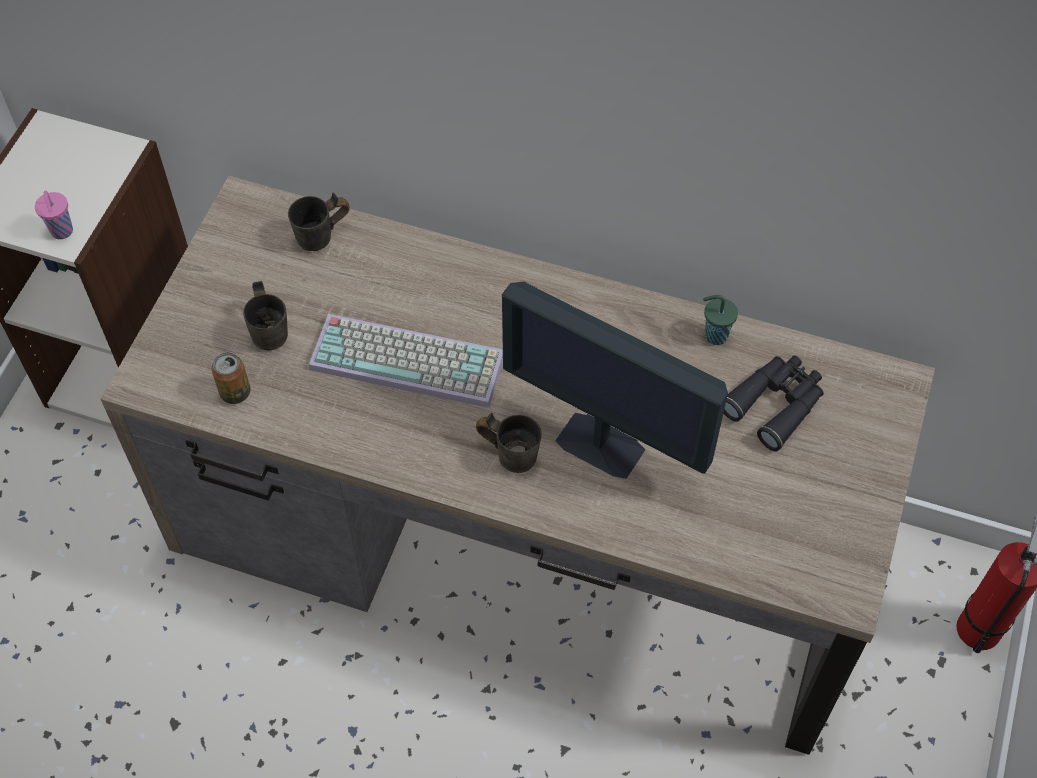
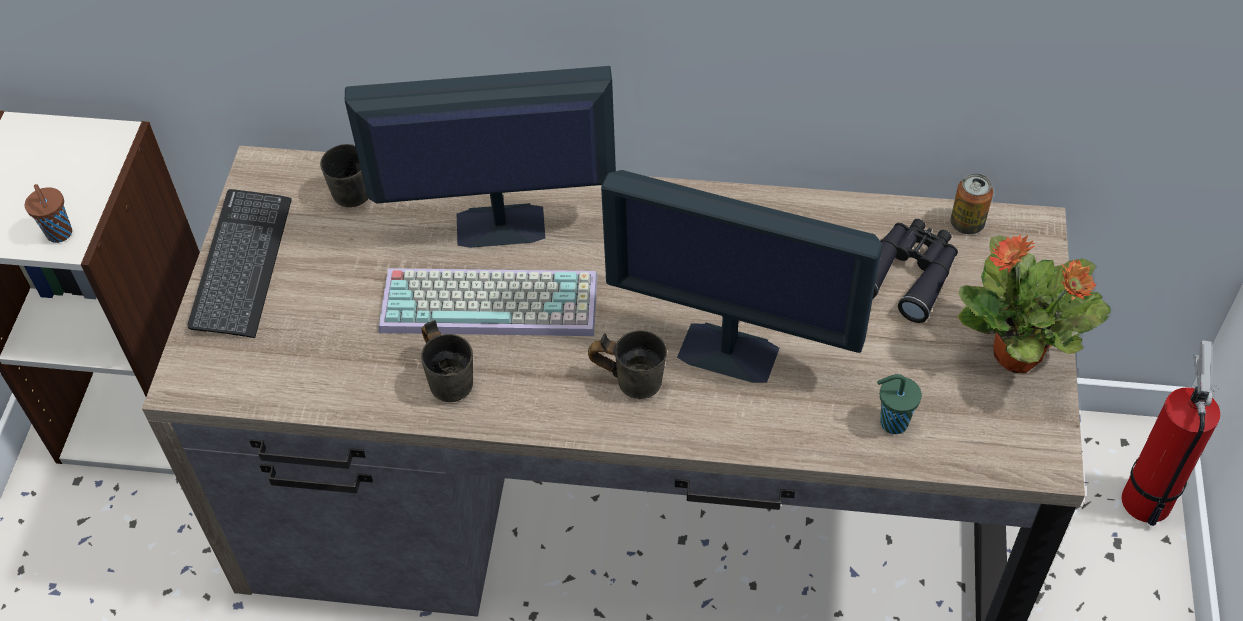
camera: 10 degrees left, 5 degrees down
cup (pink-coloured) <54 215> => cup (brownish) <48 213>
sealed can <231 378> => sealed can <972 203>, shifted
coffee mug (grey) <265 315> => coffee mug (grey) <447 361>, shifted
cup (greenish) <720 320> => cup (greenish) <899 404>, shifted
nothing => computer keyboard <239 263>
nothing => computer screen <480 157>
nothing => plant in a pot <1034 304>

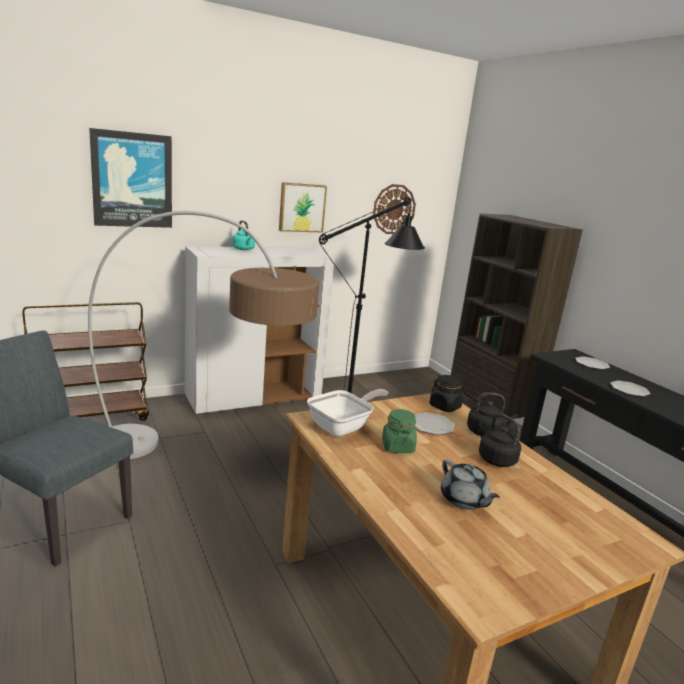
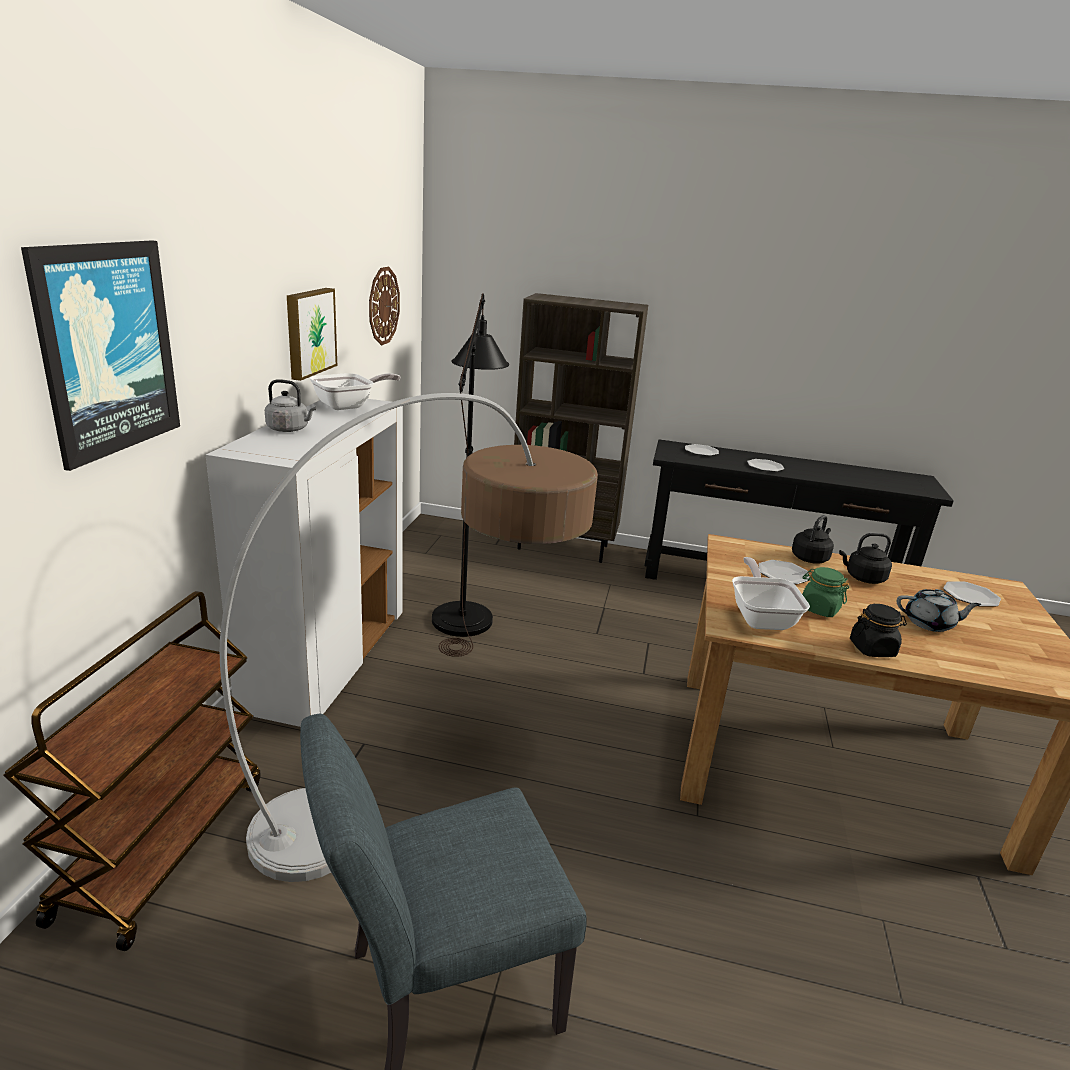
camera: 50 degrees left, 5 degrees up
water kettle (blue-green) <243 235> => water kettle (grey) <291 405>
preserve jar (blackish) <447 393> => preserve jar (blackish) <878 630>, shifted
nothing => skillet <355 391>
nothing => flat dish <972 594>

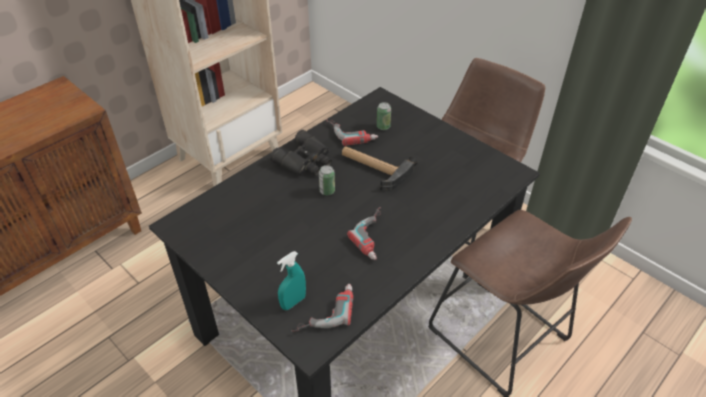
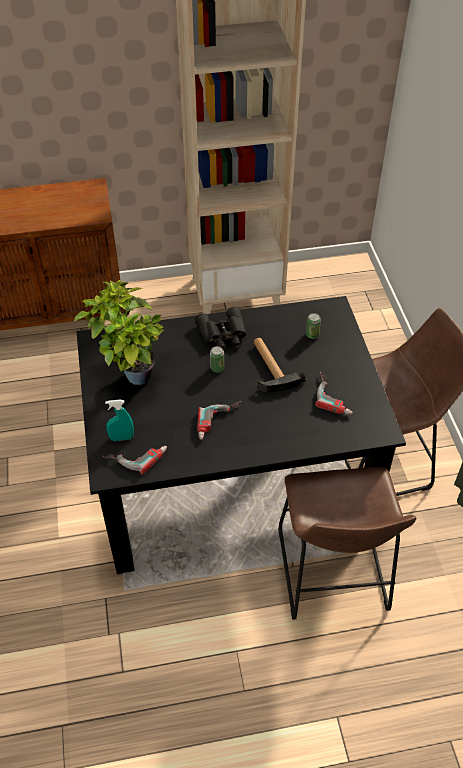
camera: 35 degrees right, 5 degrees up
drill <352 132> => drill <334 393>, shifted
nothing => plant in a pot <119 332>

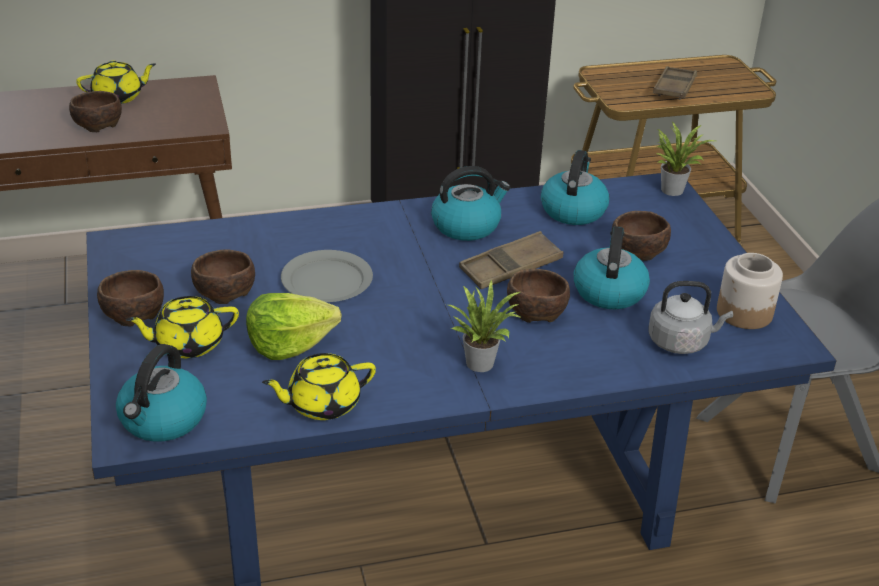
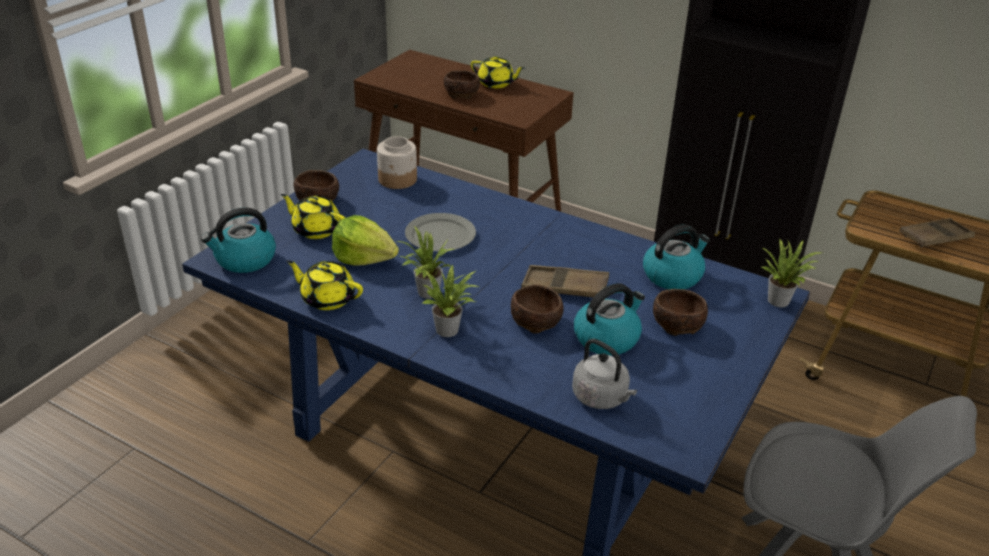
camera: 45 degrees right, 0 degrees up
bowl (brownish) <223 276> => nothing
water kettle <471 203> => nothing
preserve jar <750 291> => preserve jar <397 162>, shifted
nothing => plant in a pot <425 262>

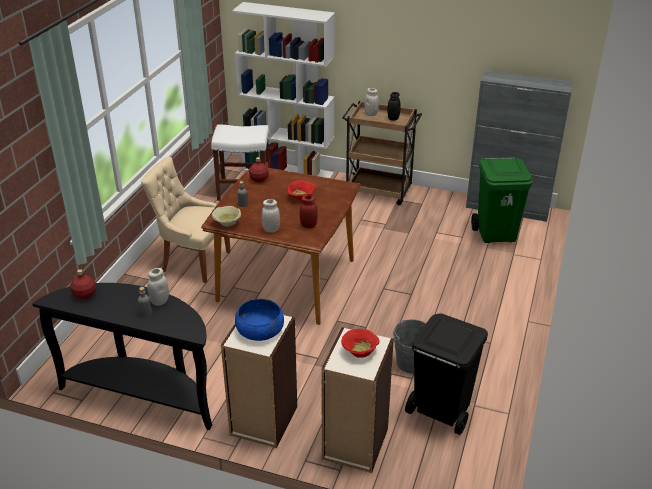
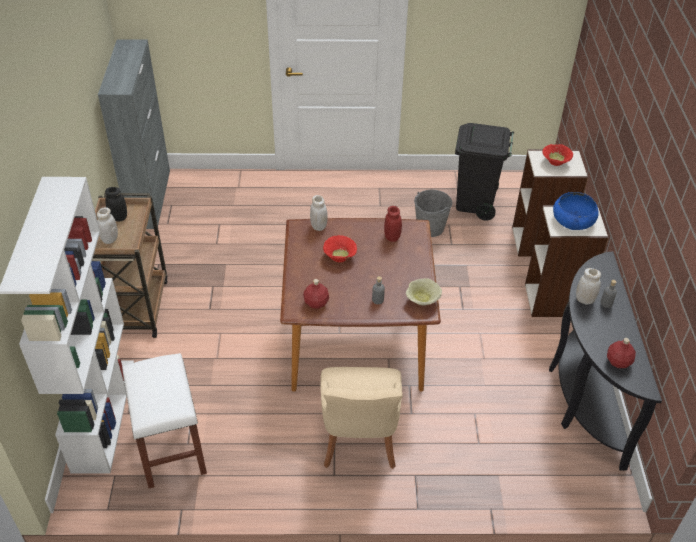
camera: 110 degrees left, 10 degrees up
preserve jar (whitish) <271 216> => preserve jar (whitish) <319 213>, shifted
rubbish bin (greenish) <501 200> => nothing

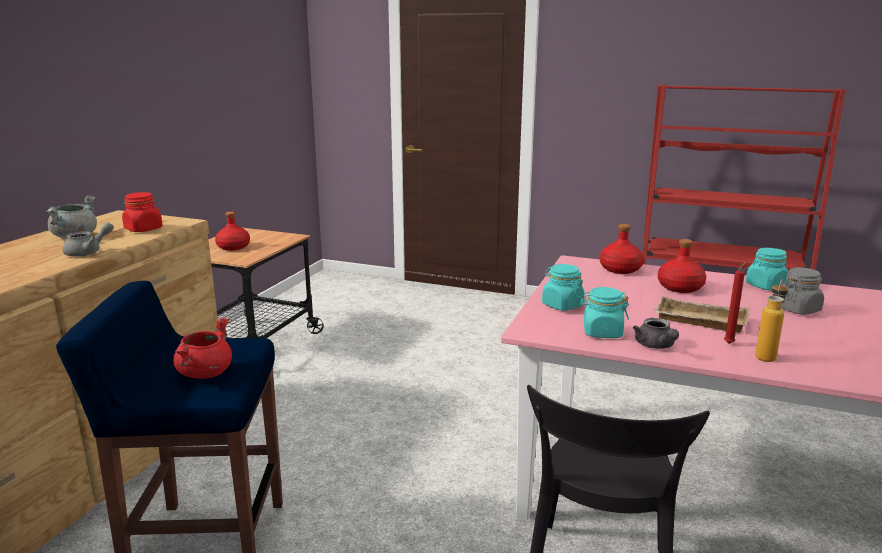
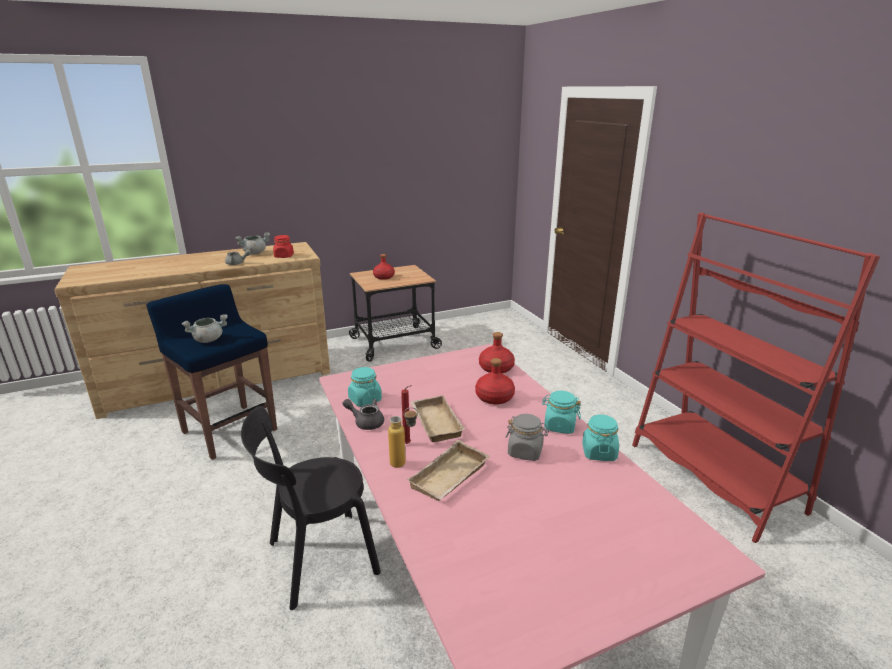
camera: 45 degrees right, 5 degrees up
cooking pot (reddish) <203 348> => cooking pot (grey) <205 328>
preserve jar (blue-green) <563 287> => preserve jar (blue-green) <600 437>, shifted
pot for tea (grey) <656 333> => pot for tea (grey) <363 414>, 75 degrees clockwise
nothing => serving tray (sand-coloured) <448 470>

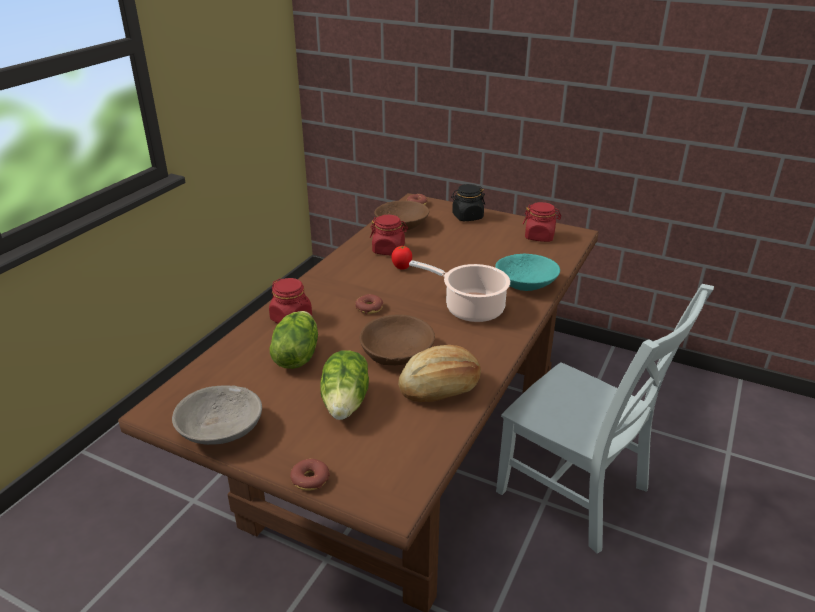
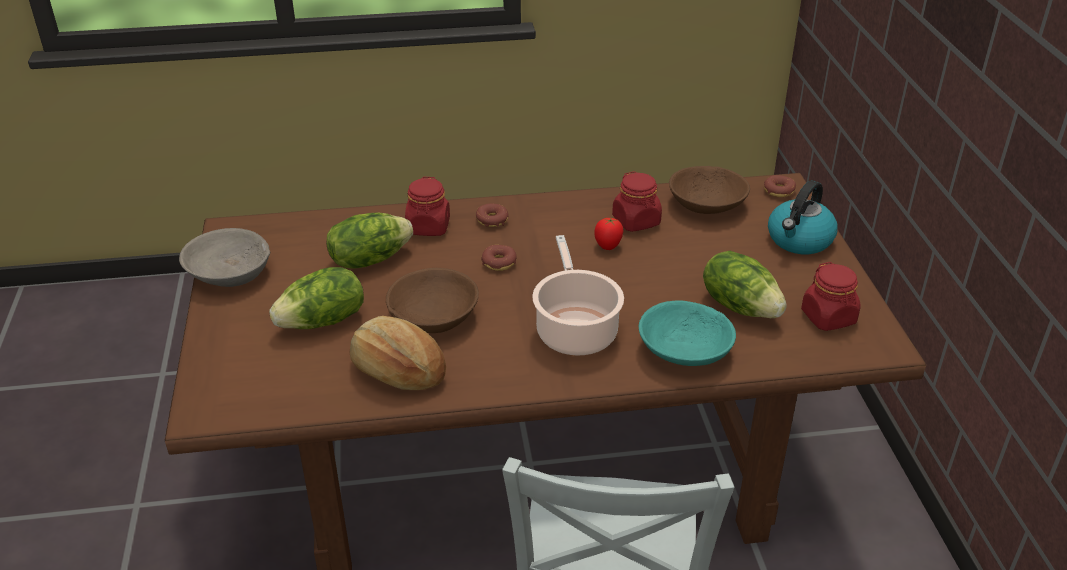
camera: 55 degrees right, 5 degrees up
ring doughnut <310 475> => ring doughnut <492 215>, shifted
preserve jar (blackish) <468 202> => water kettle <803 217>
nothing => lettuce head <745 284>

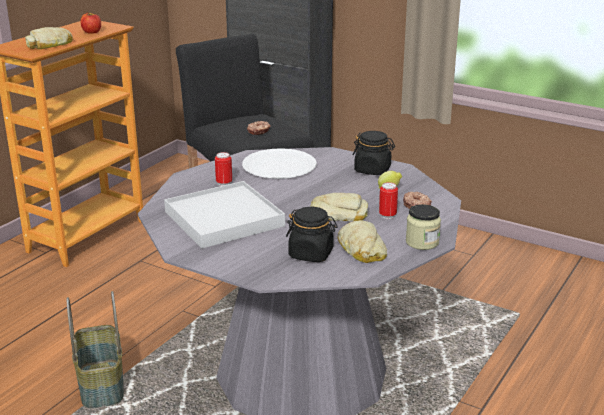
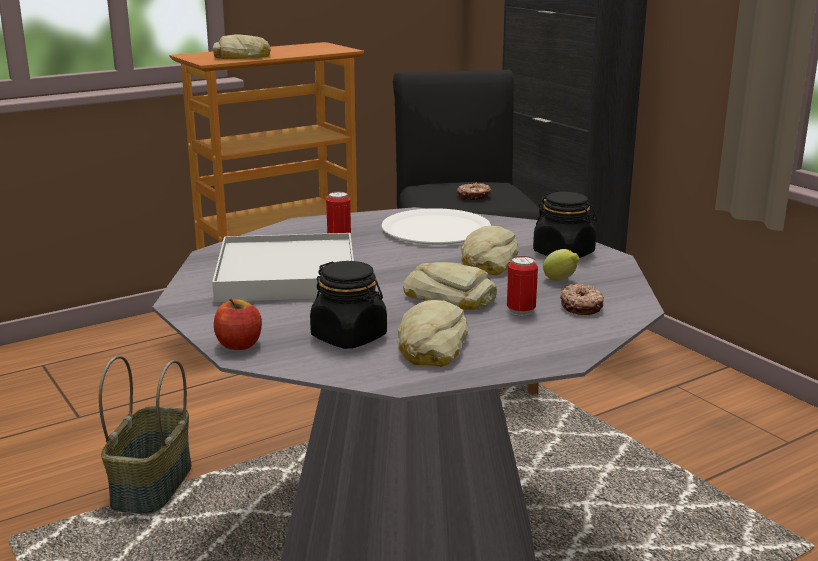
camera: 25 degrees right, 5 degrees down
apple <90 23> => apple <238 324>, shifted
preserve jar <423 227> => nothing
nothing => baked bread <490 250>

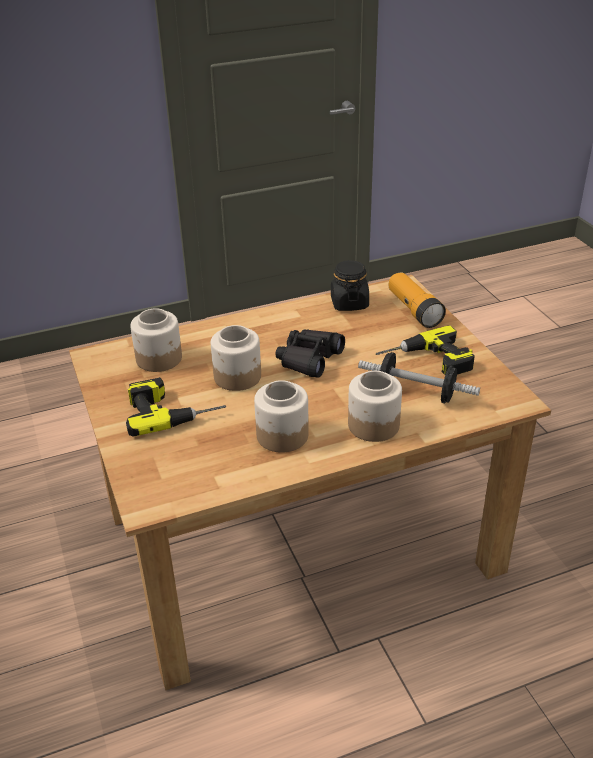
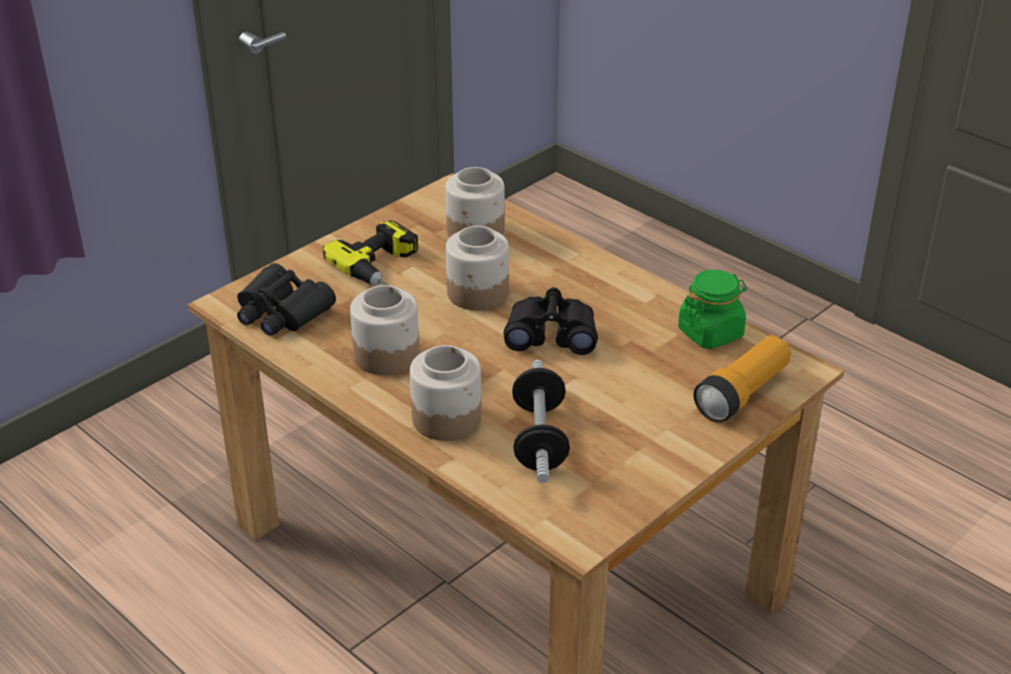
camera: 65 degrees right, 0 degrees up
preserve jar (blackish) <350 285> => preserve jar (greenish) <712 309>
drill <425 350> => nothing
nothing => field glasses (blackish) <286 299>

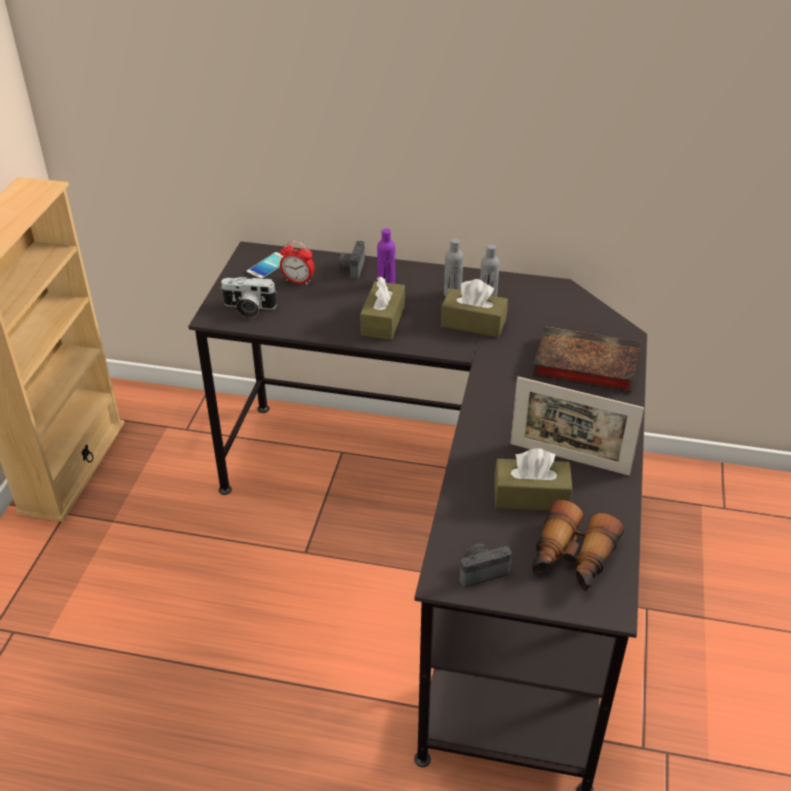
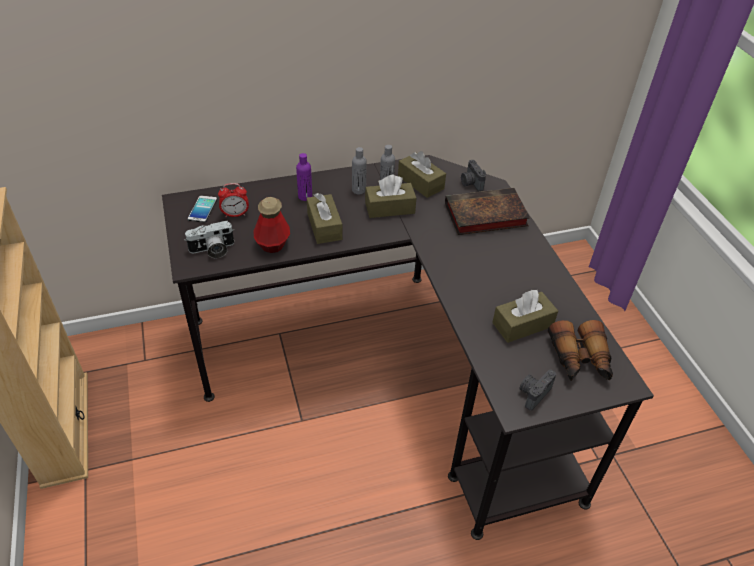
camera: 30 degrees left, 5 degrees up
still camera <352 260> => still camera <473 175>, shifted
standing frame <577 426> => nothing
nothing => bottle <272 225>
nothing => tissue box (brownish) <422 174>

